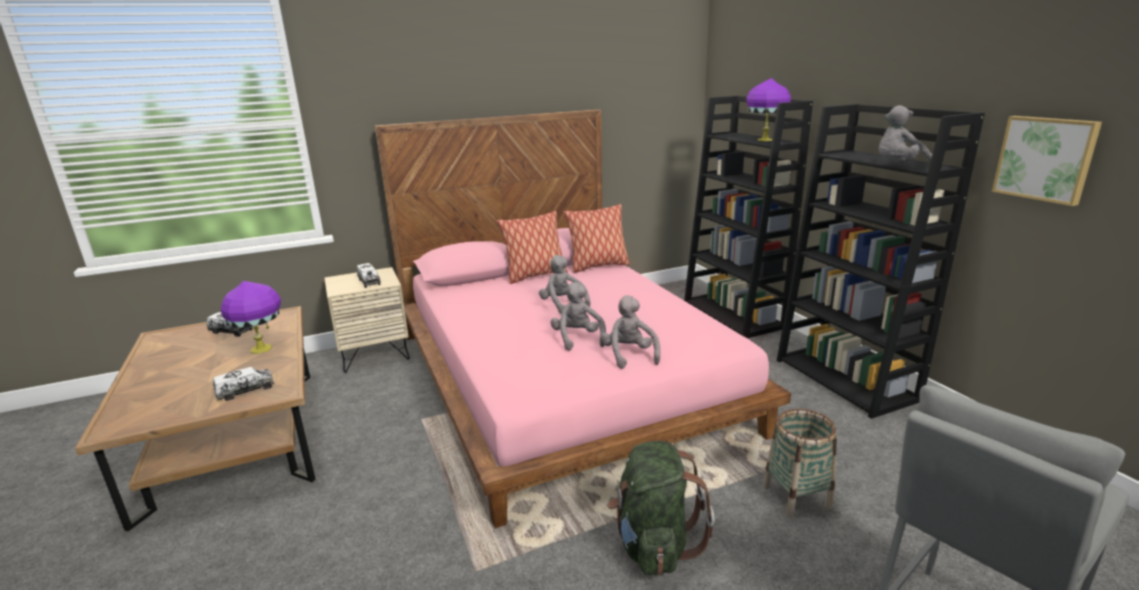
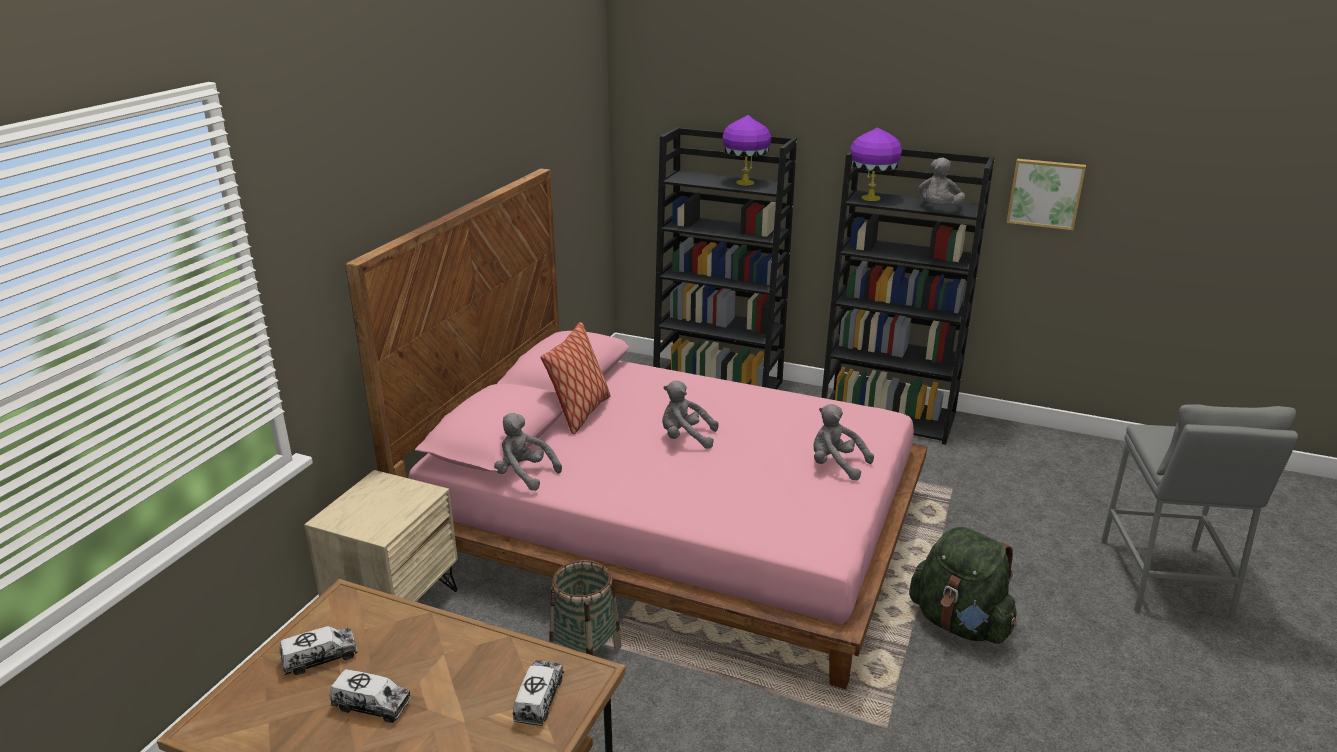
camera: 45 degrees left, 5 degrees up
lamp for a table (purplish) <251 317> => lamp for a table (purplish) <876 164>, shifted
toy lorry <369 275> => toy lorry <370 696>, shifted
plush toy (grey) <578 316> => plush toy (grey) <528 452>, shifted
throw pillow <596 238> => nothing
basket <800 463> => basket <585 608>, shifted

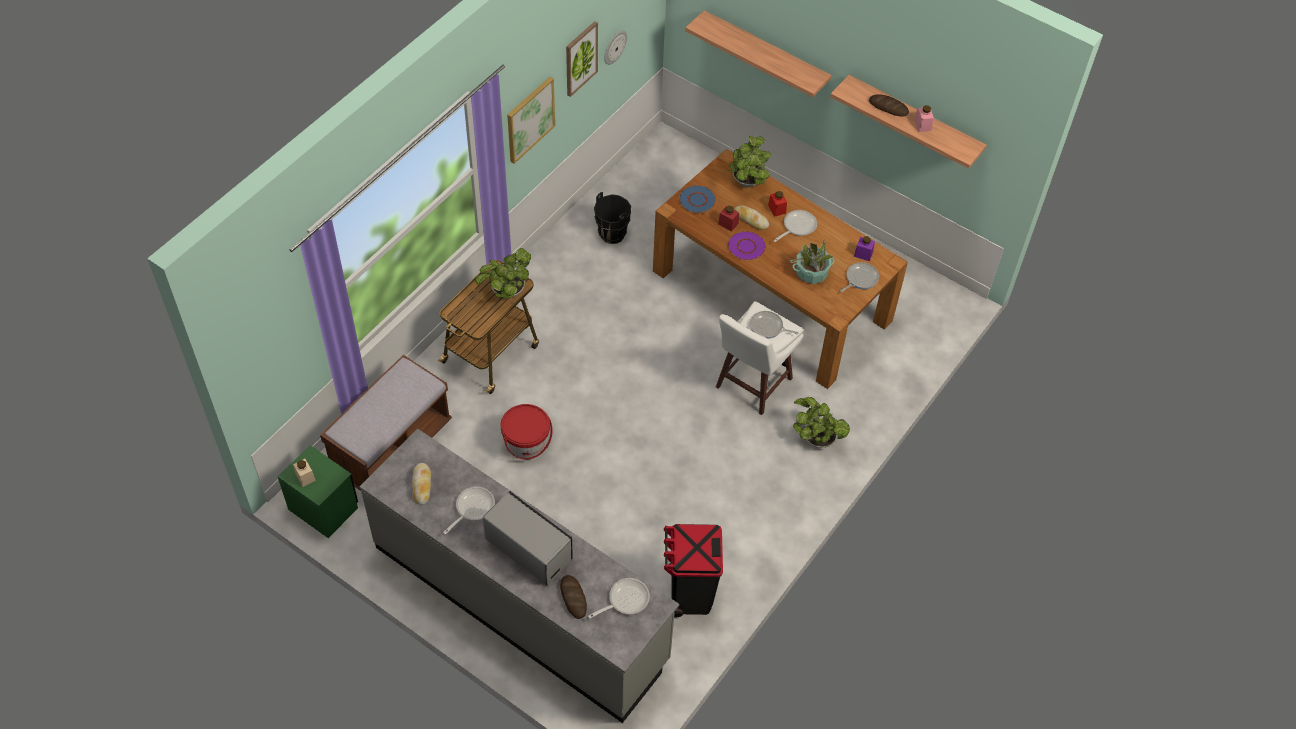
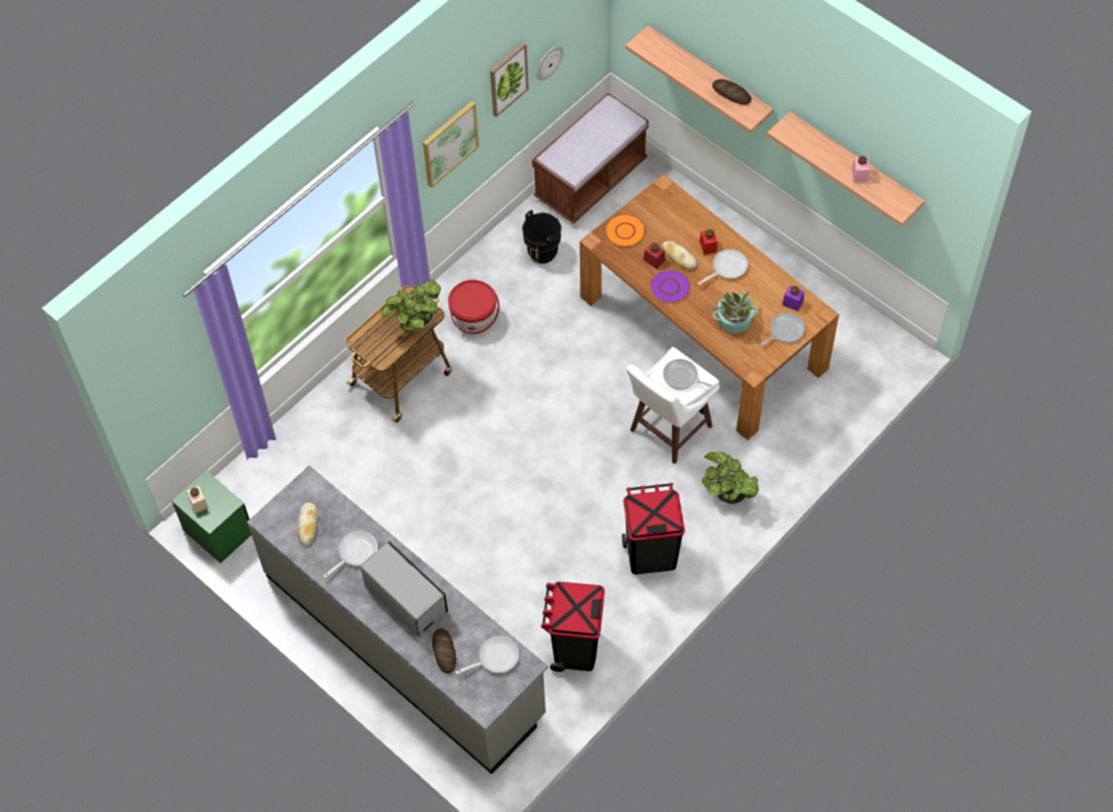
camera: 10 degrees right, 5 degrees up
long seat (brownish) <386 423> => long seat (brownish) <590 158>, shifted
water bucket (reddish) <527 432> => water bucket (reddish) <473 307>, shifted
flat dish (bluish) <697 199> => flat dish (orange) <625 230>
plant in a pot <749 162> => nothing
baked bread <889 105> => baked bread <731 92>, shifted
nothing => rubbish bin (blackish) <653 528>

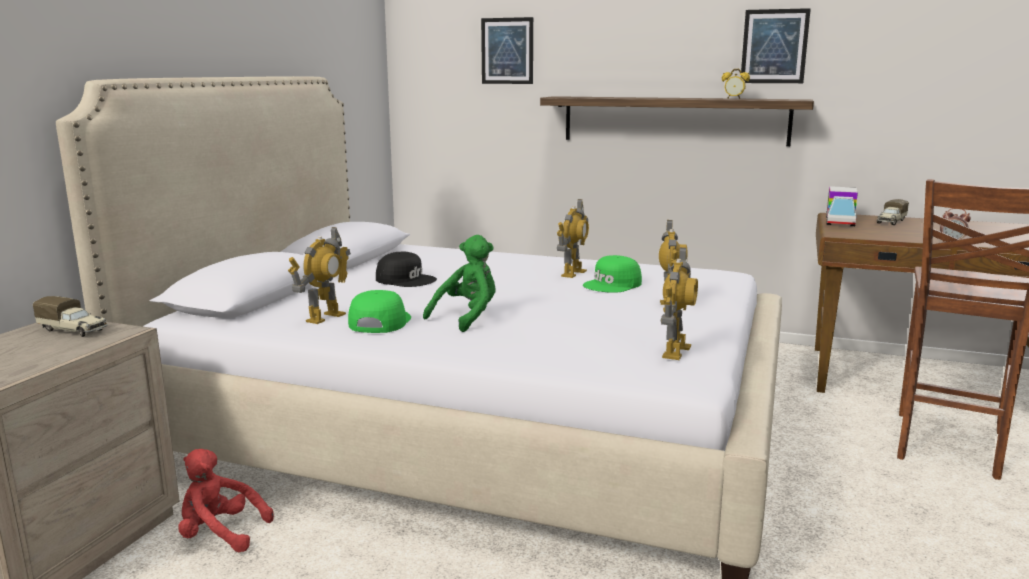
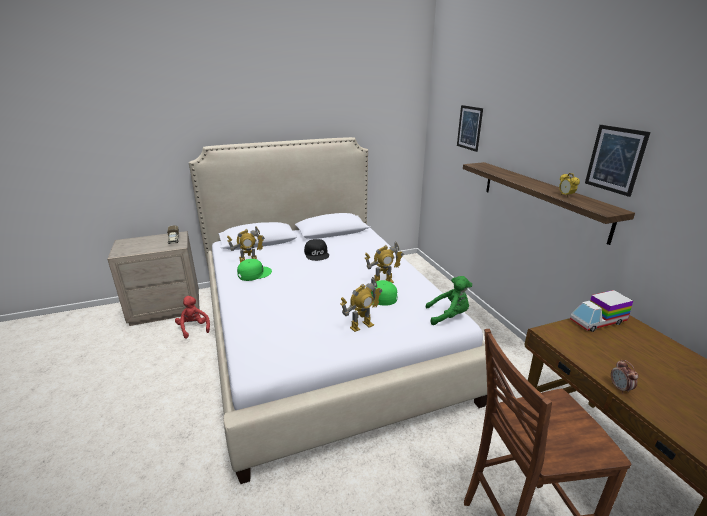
camera: 50 degrees right, 10 degrees up
plush toy (greenish) <459 283> => plush toy (greenish) <449 300>, shifted
model robot <679 303> => nothing
toy lorry <893 212> => nothing

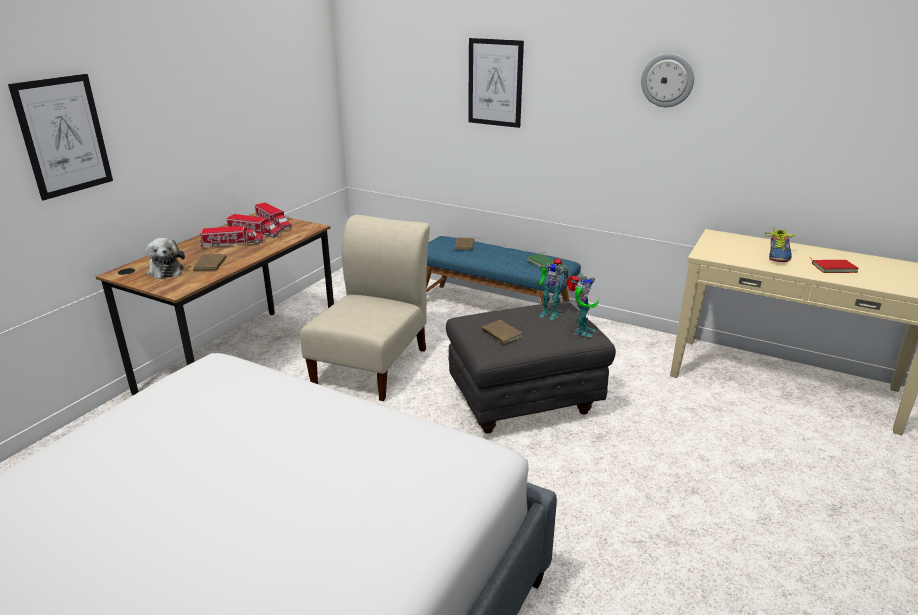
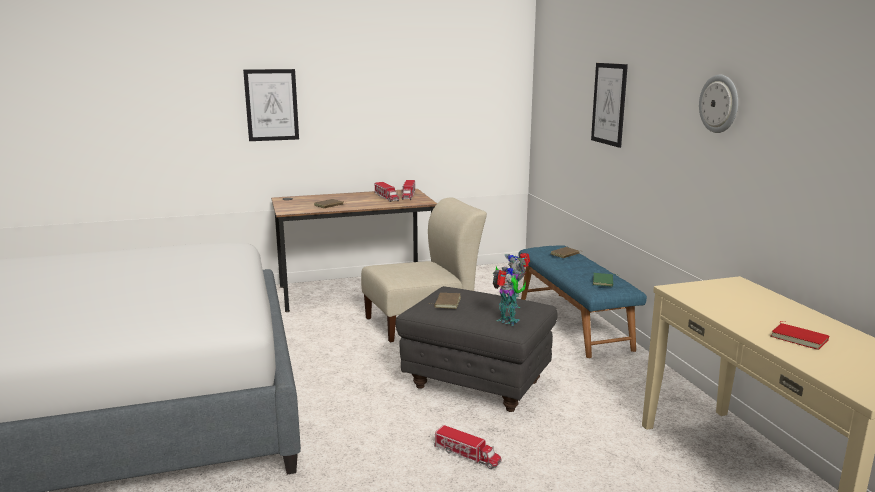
camera: 45 degrees right, 10 degrees down
plush toy <165 258> => nothing
toy lorry <232 236> => toy lorry <468 447>, shifted
model robot <583 306> => model robot <509 296>, 120 degrees counterclockwise
shoe <779 244> => nothing

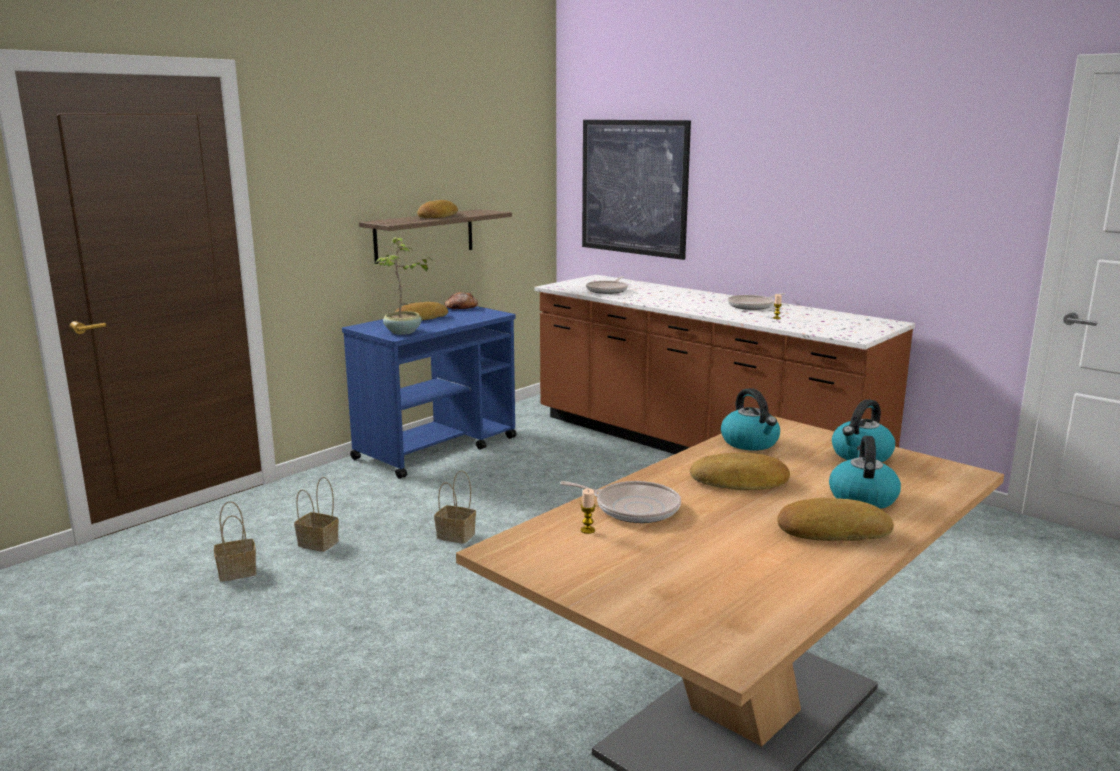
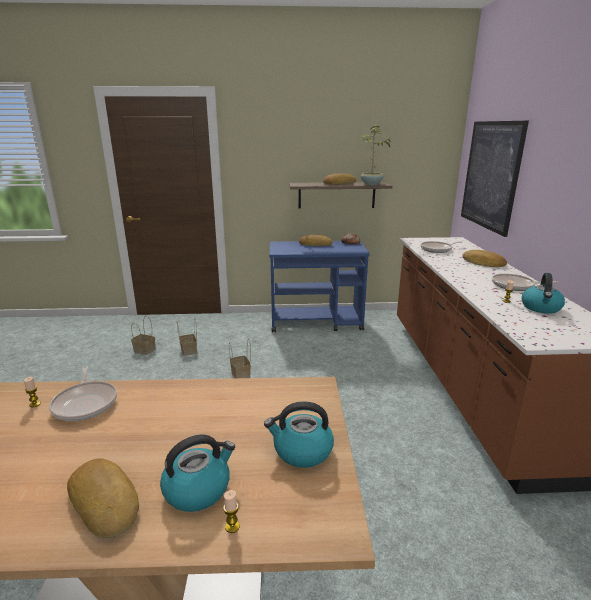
camera: 45 degrees right, 5 degrees up
plant in a pot <404 286> => plant in a pot <377 155>, shifted
baked bread <740 471> => baked bread <484 258>, shifted
water kettle <750 419> => water kettle <543 293>, shifted
nothing => wax light <231 511>

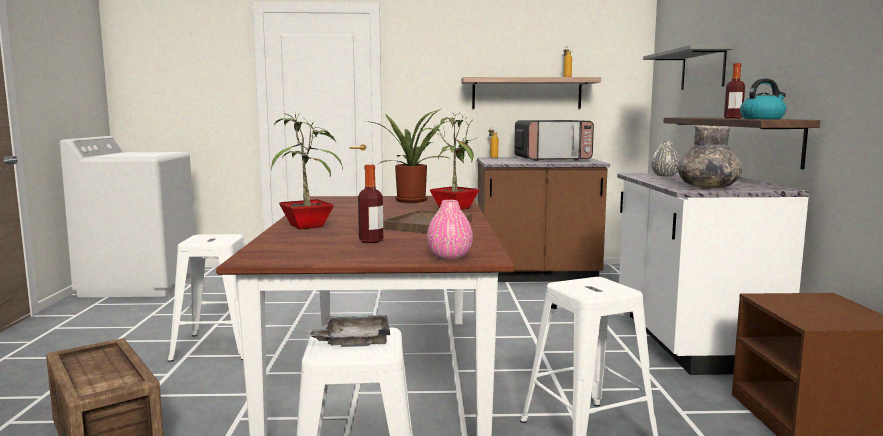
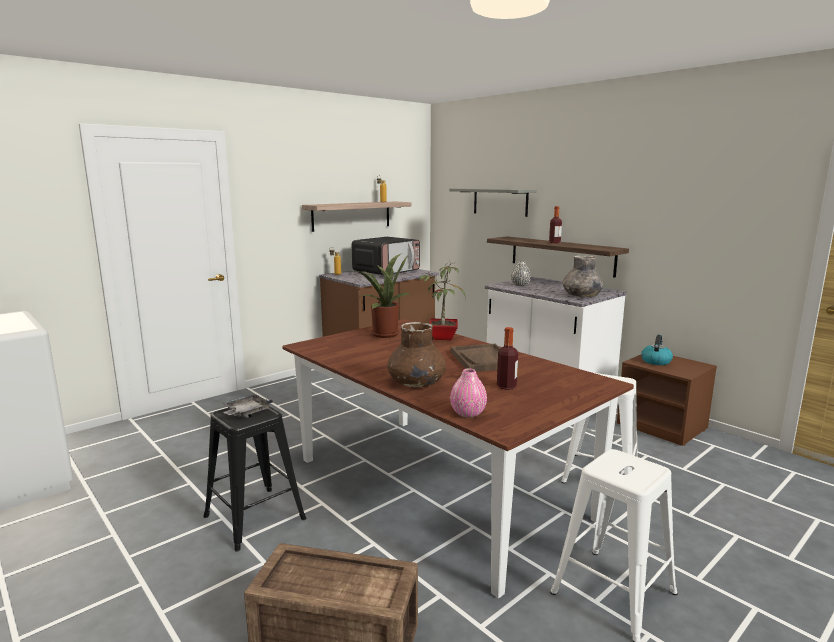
camera: 40 degrees left, 5 degrees up
stool seat (whitish) <206 298> => stool seat (blackish) <254 479>
plant in a pot <307 171> => flower vase (brownish) <416 354>
serving tray (grey) <347 330> => serving tray (grey) <247 405>, shifted
flower vase (pink-coloured) <450 230> => flower vase (pink-coloured) <468 393>, shifted
water kettle <763 98> => water kettle <657 350>, shifted

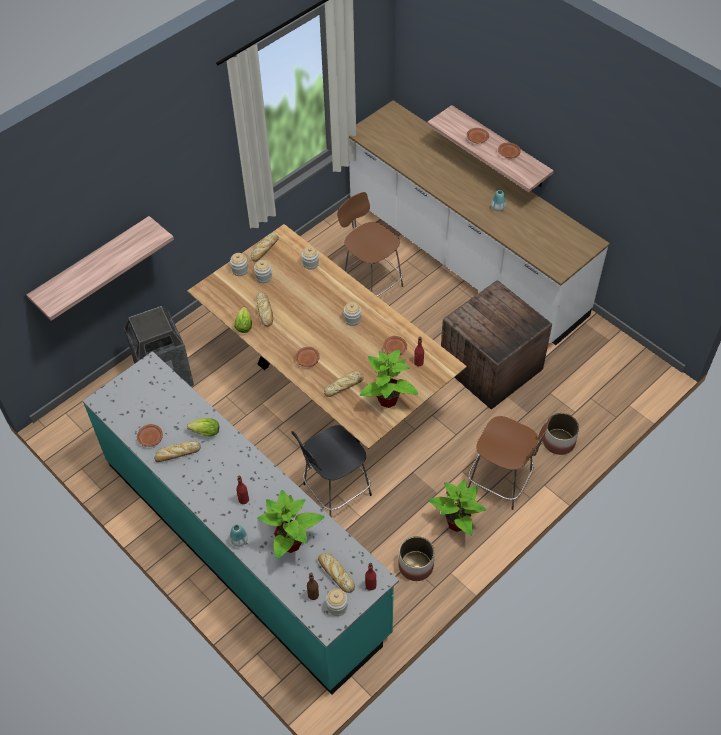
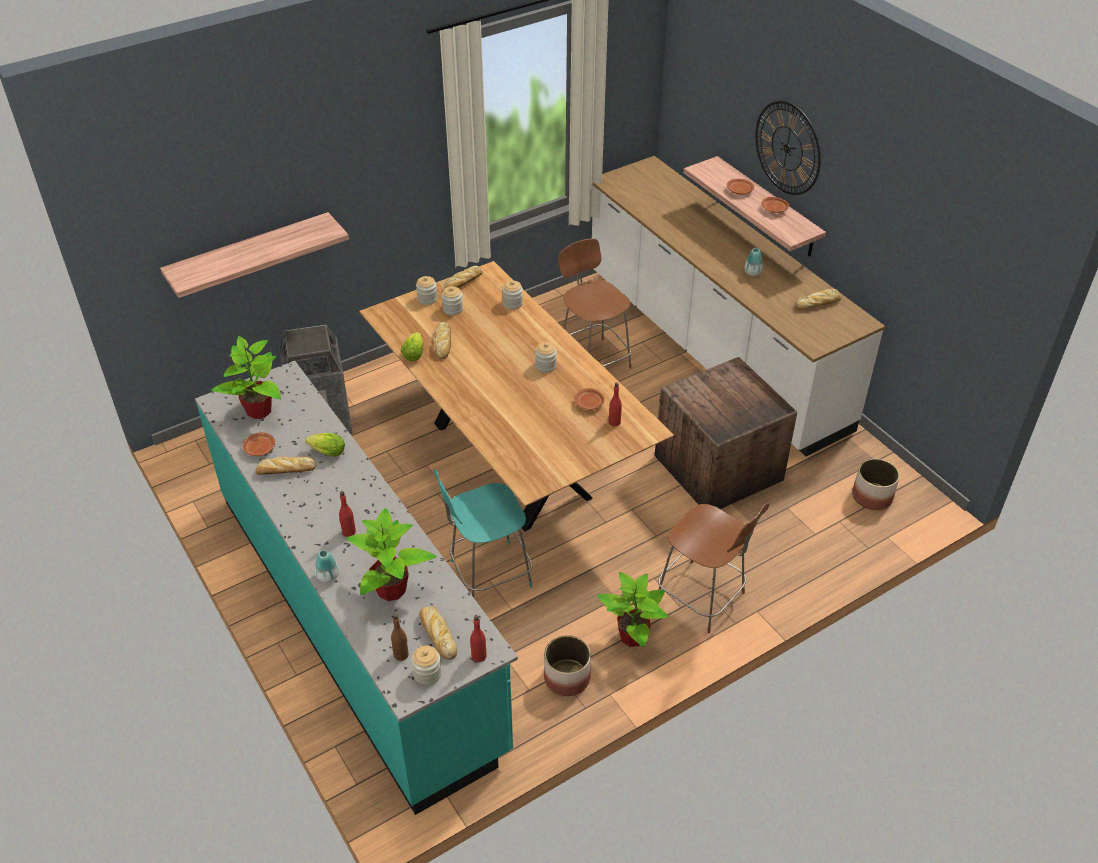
camera: 10 degrees right, 10 degrees down
plain chair (blackish) <331 470> => plain chair (blue-green) <483 533>
flat dish (brownish) <307 357> => nothing
baked bread <344 384> => baked bread <818 299>, shifted
plant in a pot <389 378> => plant in a pot <246 377>, shifted
planter <561 434> => planter <876 484>, shifted
nothing => hanging clock <788 148>

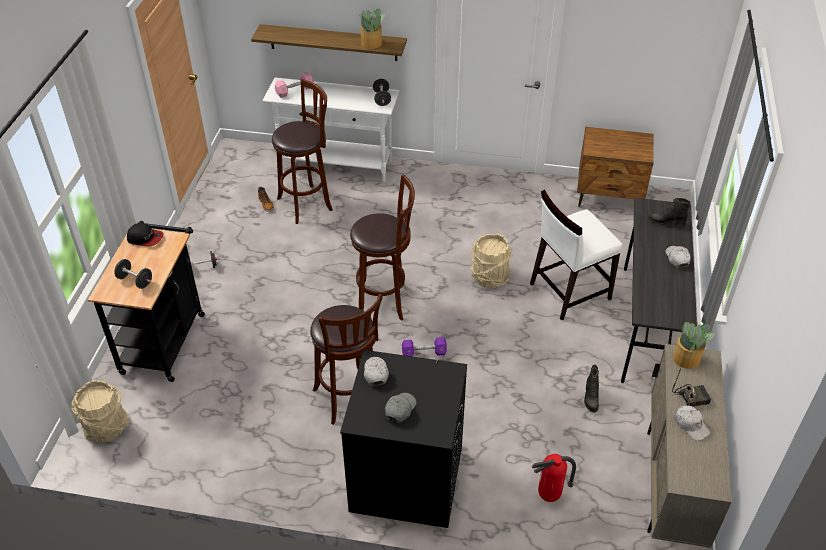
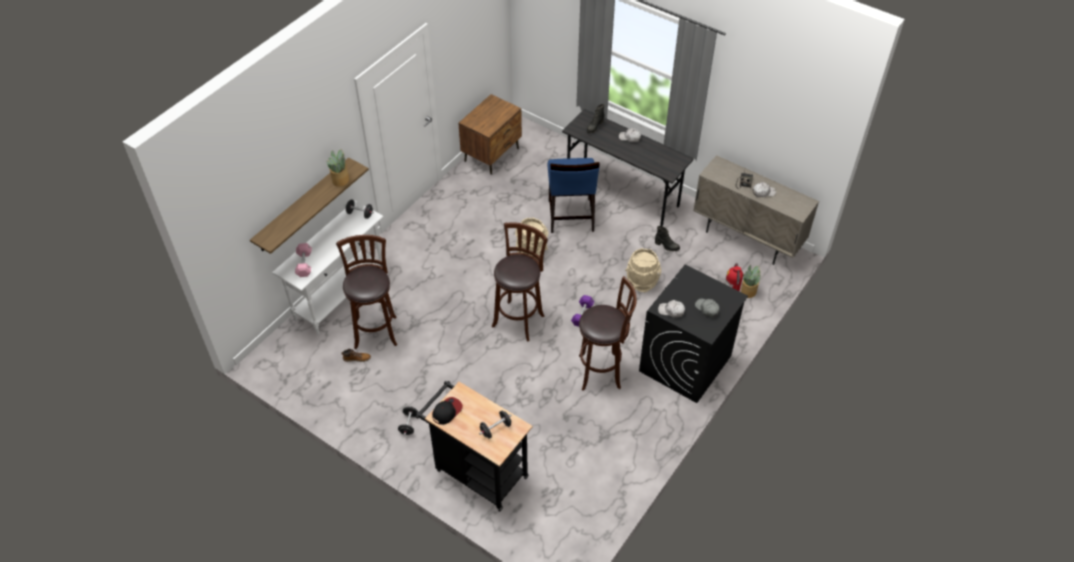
camera: 65 degrees left, 5 degrees up
water bucket (sand-coloured) <100 411> => water bucket (sand-coloured) <643 270>, shifted
plain chair (whitish) <576 255> => plain chair (bluish) <574 195>
plant in a pot <694 345> => plant in a pot <751 281>, shifted

